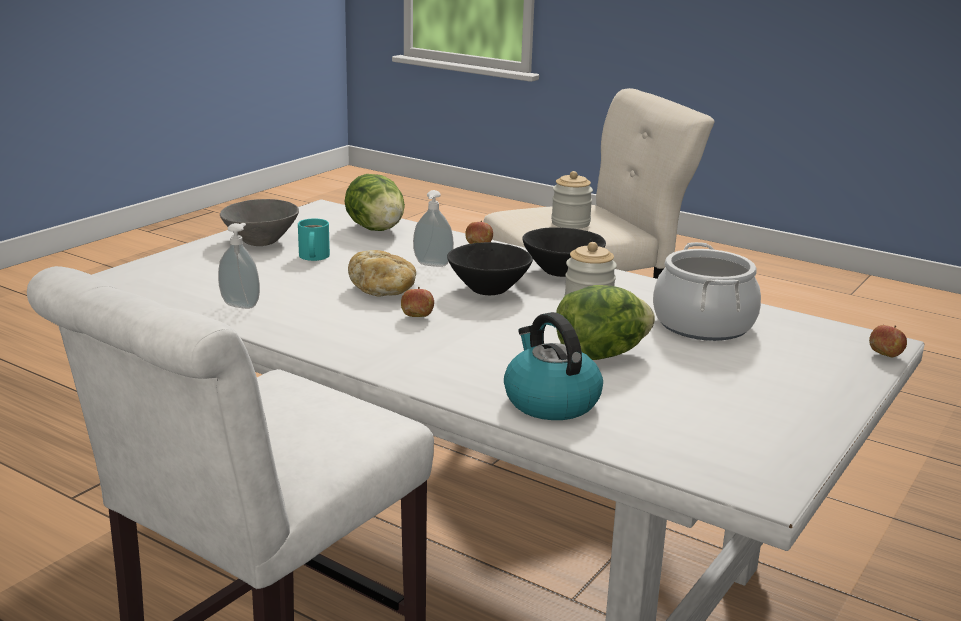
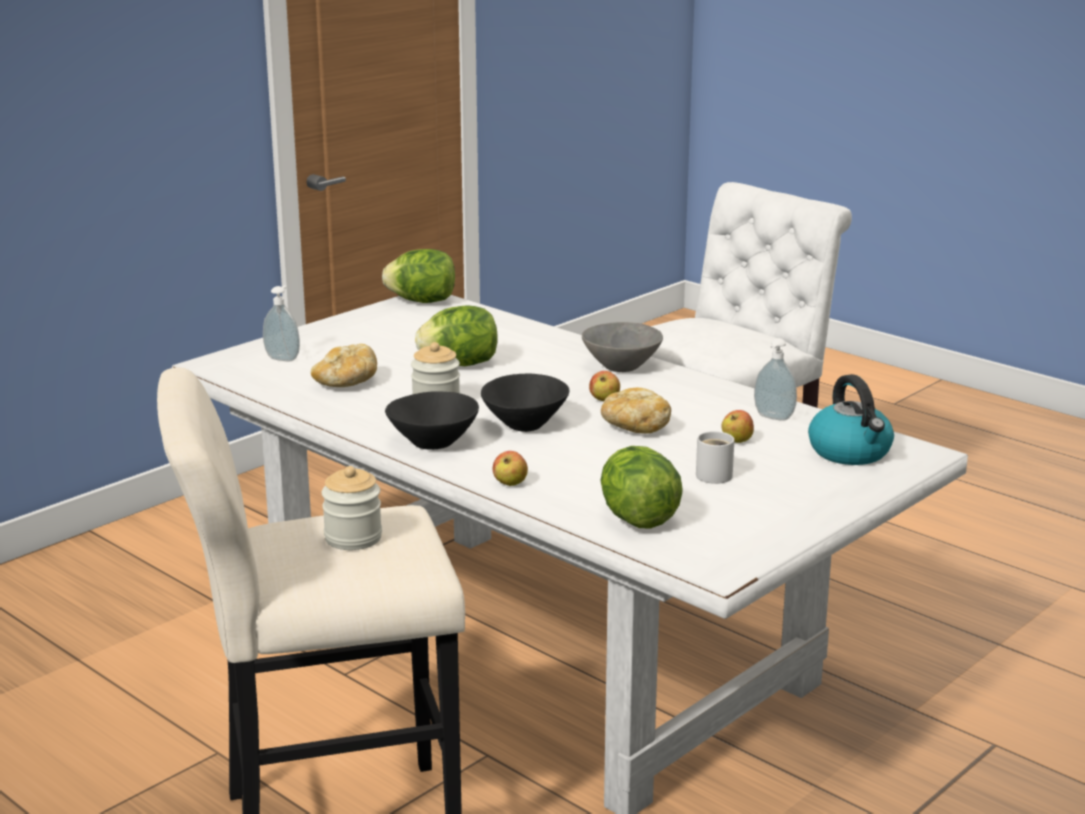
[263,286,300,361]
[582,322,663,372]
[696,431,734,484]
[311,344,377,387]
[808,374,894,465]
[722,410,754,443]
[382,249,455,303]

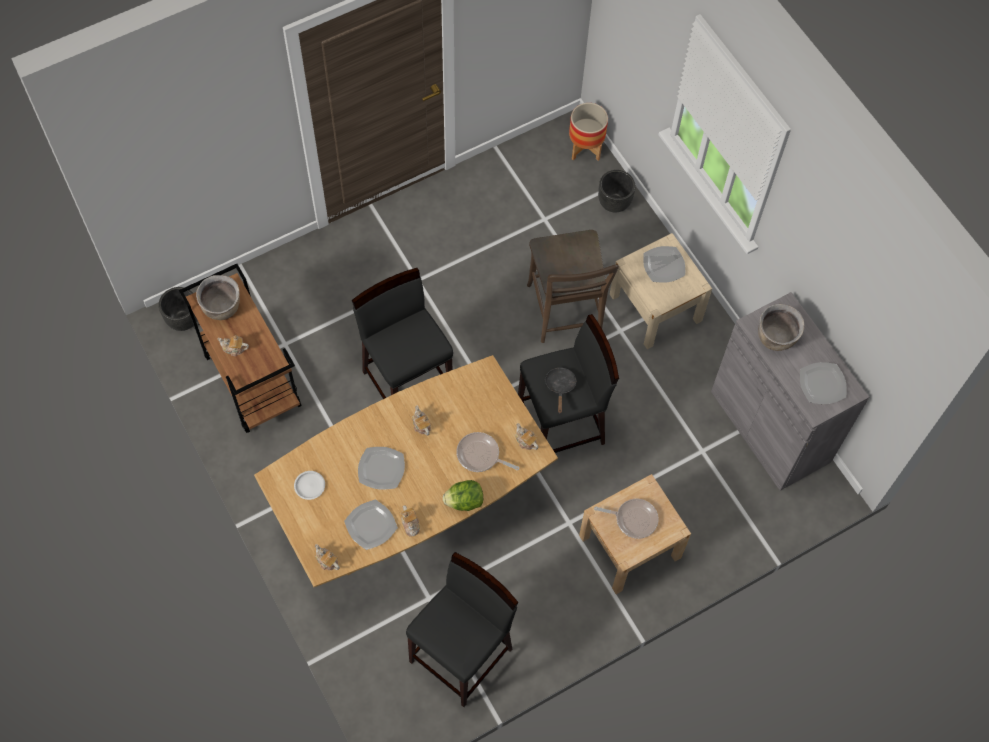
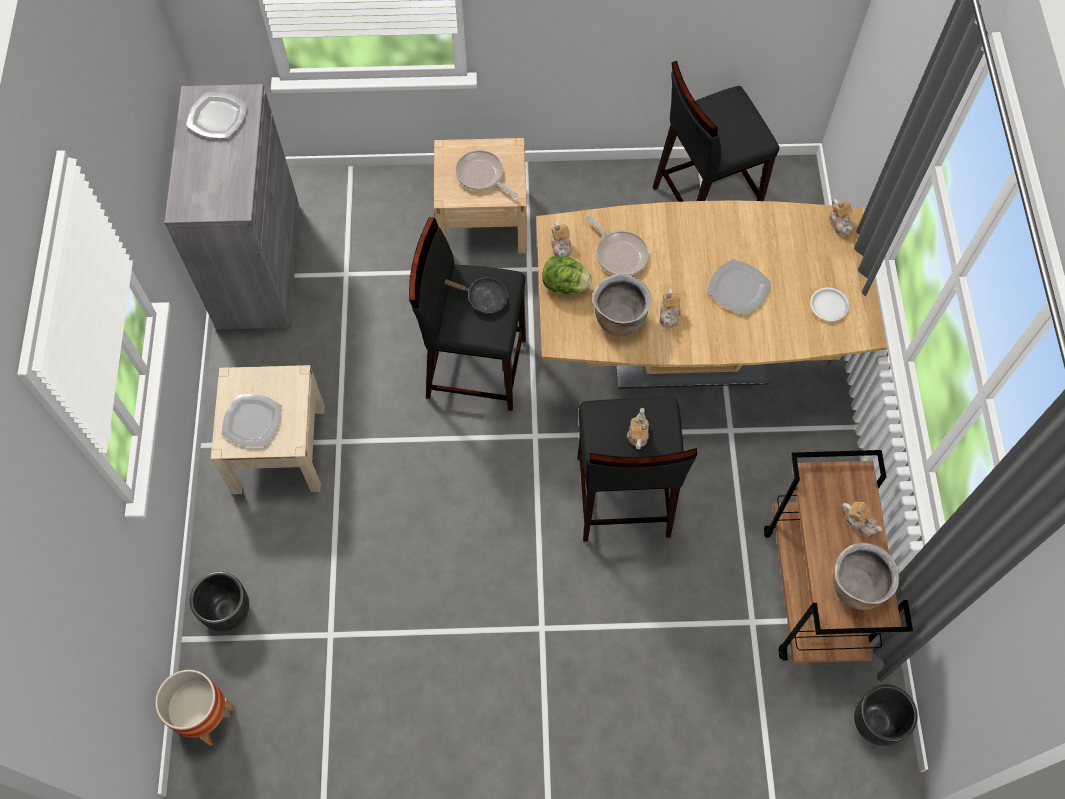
[527,230,619,343] (first image)
[592,274,651,336]
[445,277,508,313]
[542,256,592,294]
[344,499,398,550] (first image)
[627,408,649,450]

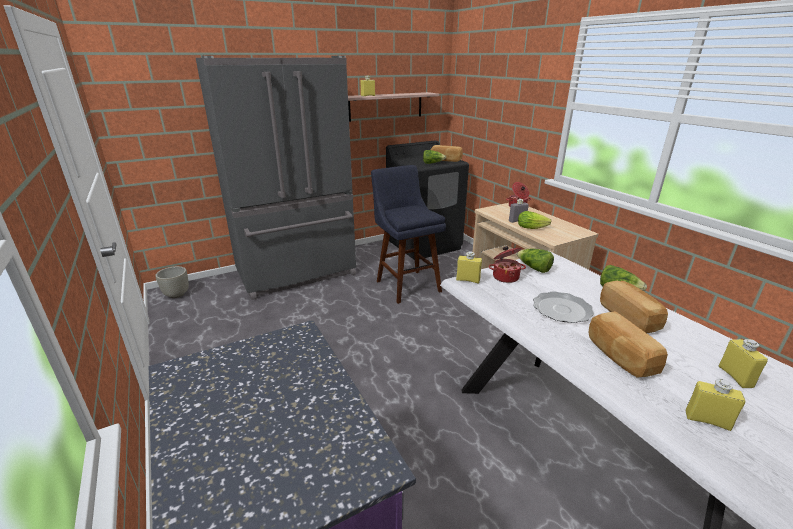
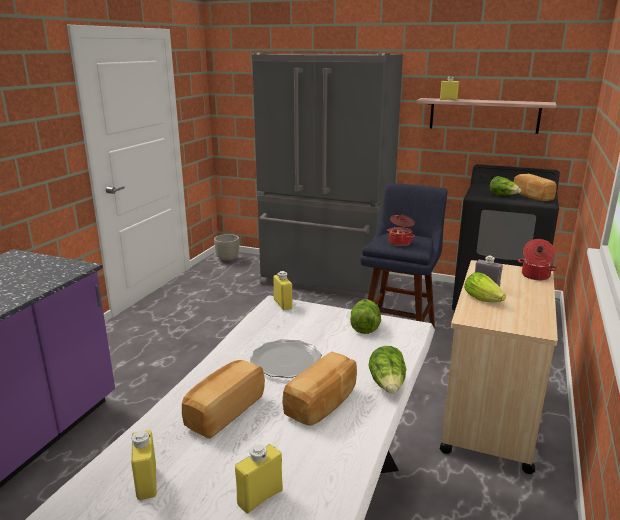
[387,215,415,246]

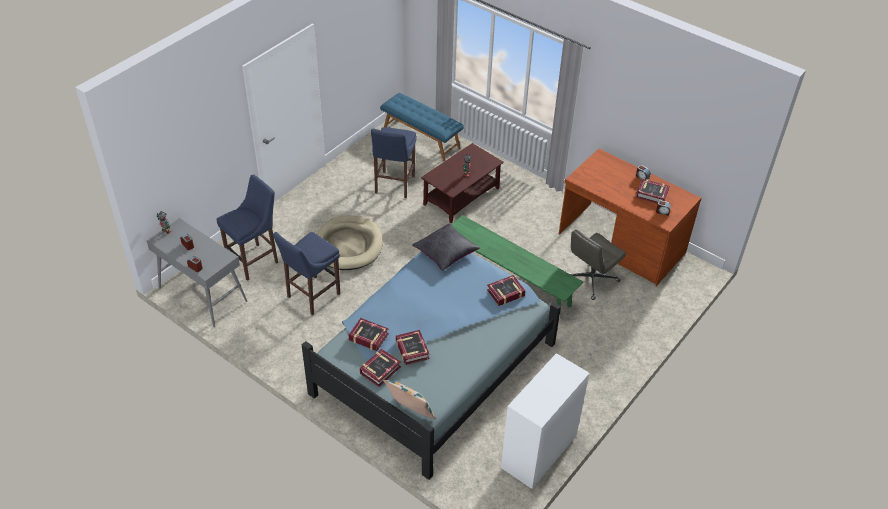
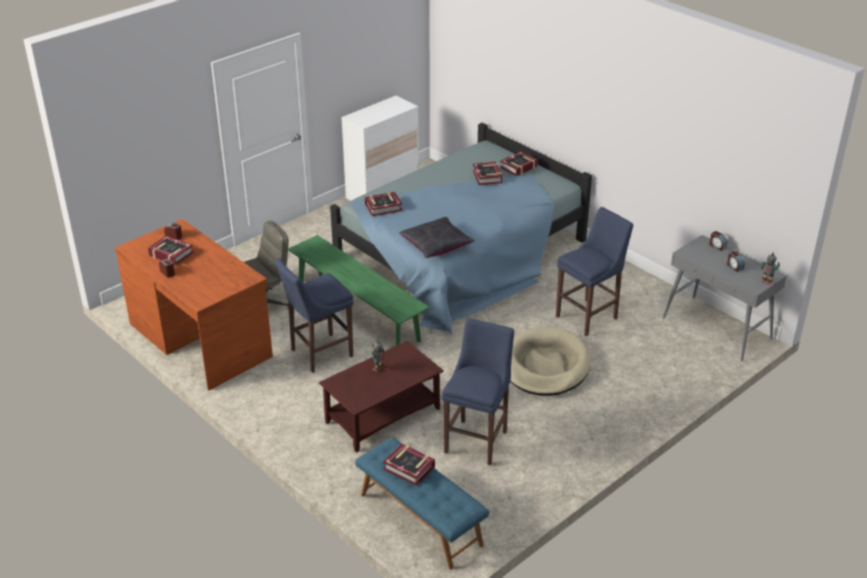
[275,258,354,373]
[383,443,435,486]
[383,380,436,419] (first image)

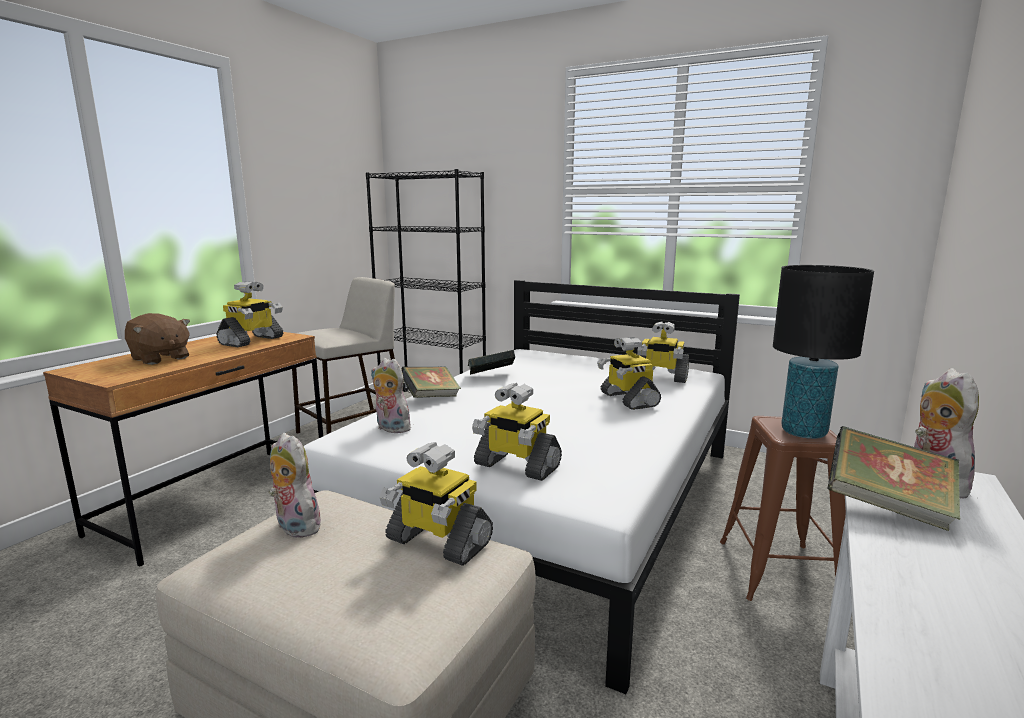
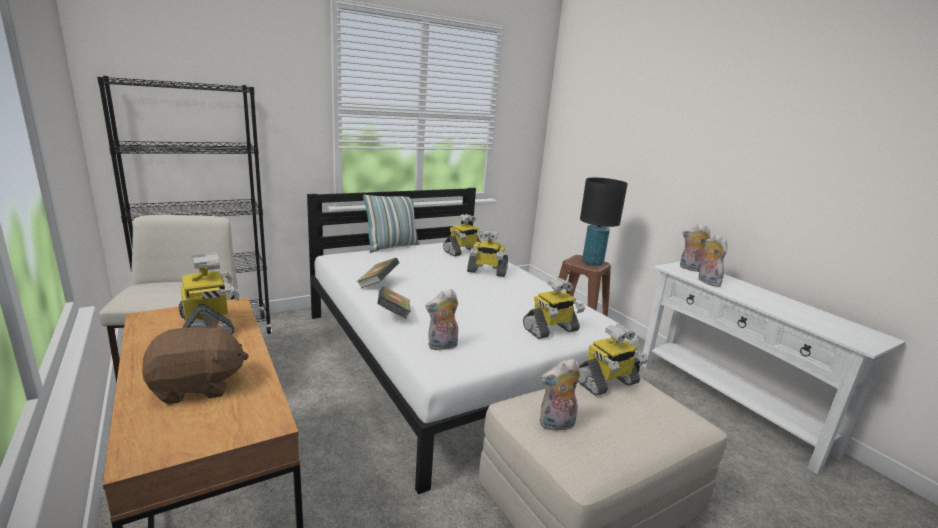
[699,234,727,287]
[363,195,420,253]

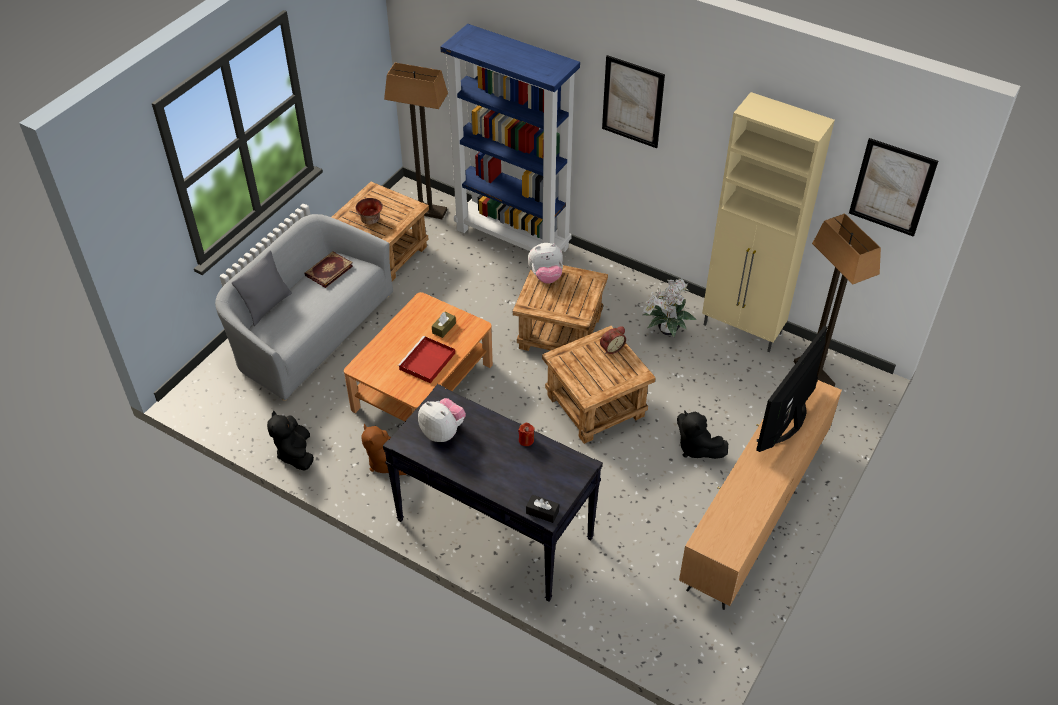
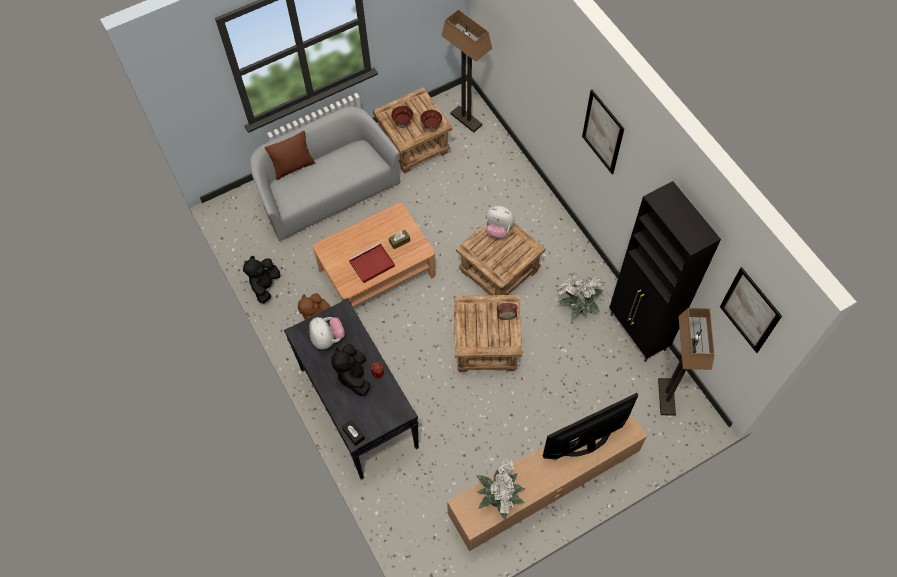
[440,24,580,252] (first image)
[609,181,721,362]
[265,131,316,180]
[304,251,353,288] (first image)
[331,344,370,396]
[420,110,442,132]
[476,459,525,521]

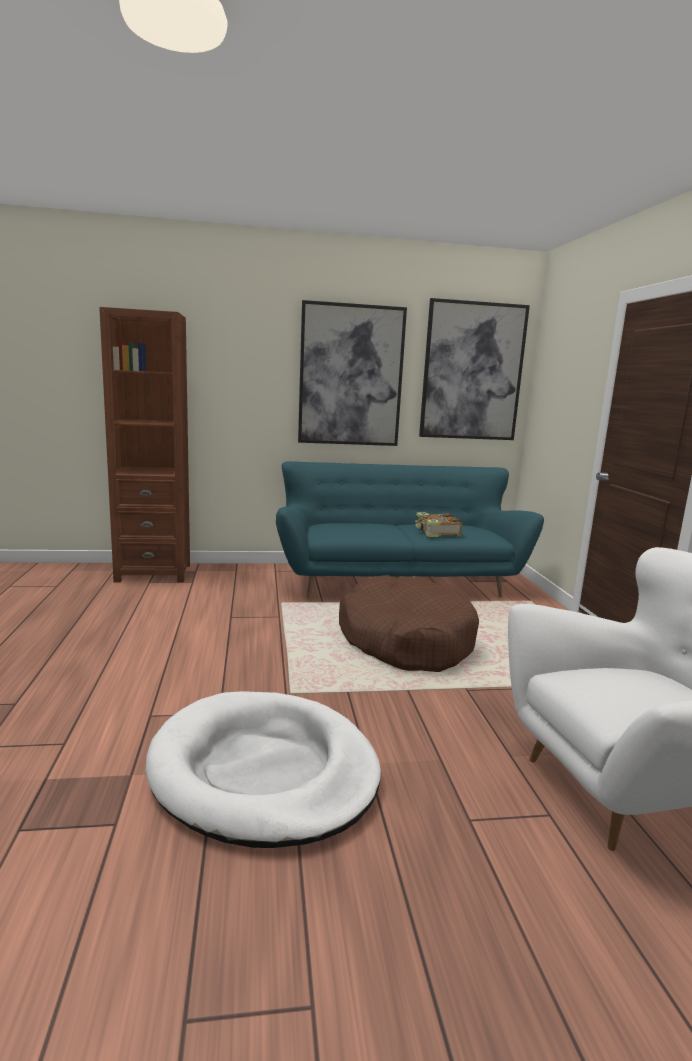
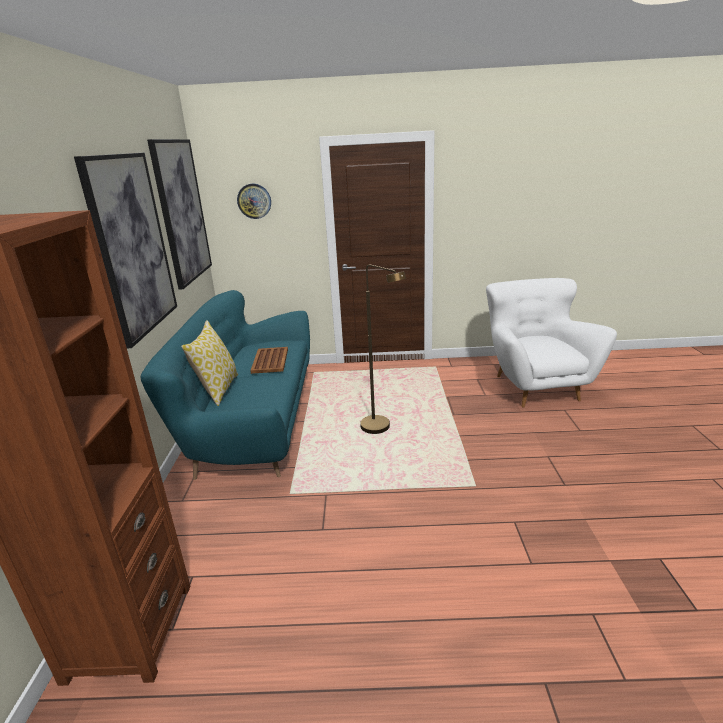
[250,347,288,374]
[360,265,406,434]
[145,691,381,848] (first image)
[237,184,271,219]
[181,321,238,406]

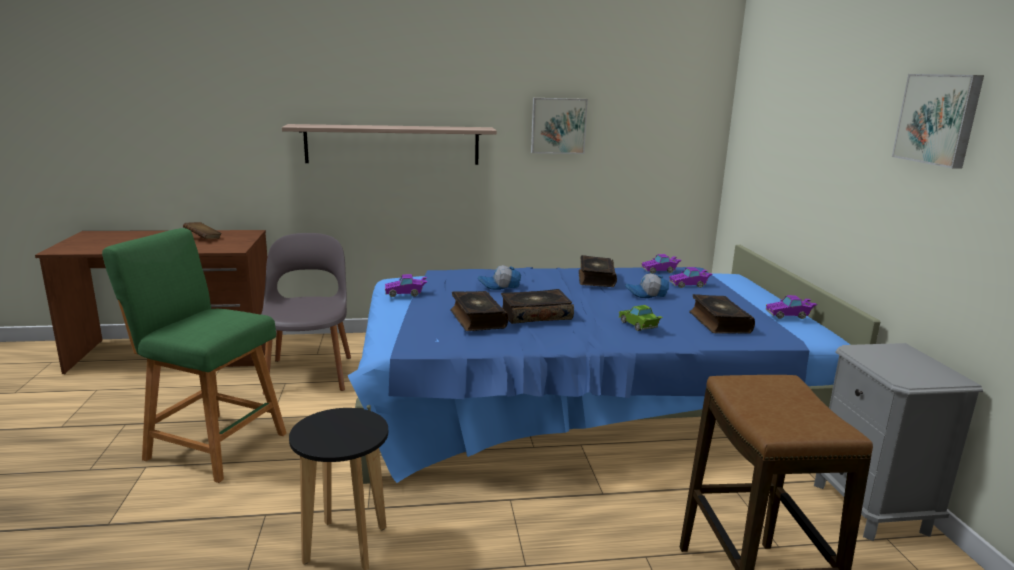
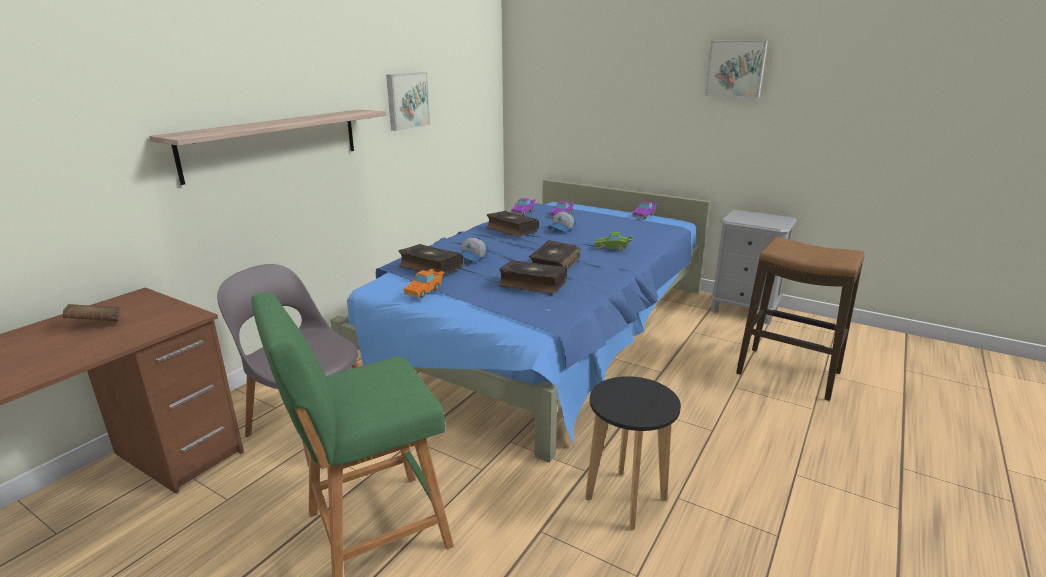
[403,269,444,298]
[399,244,463,276]

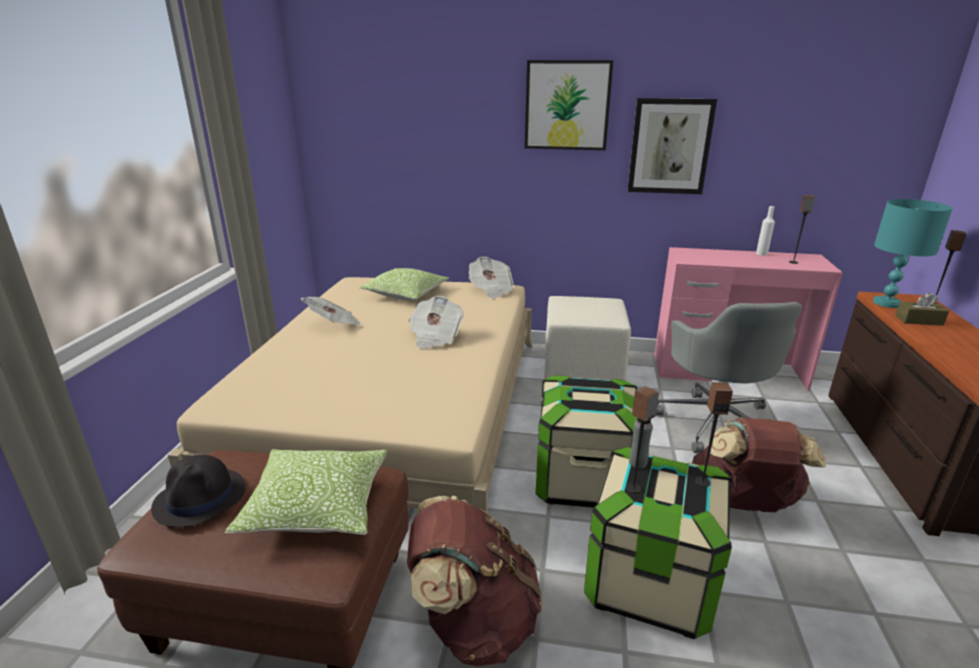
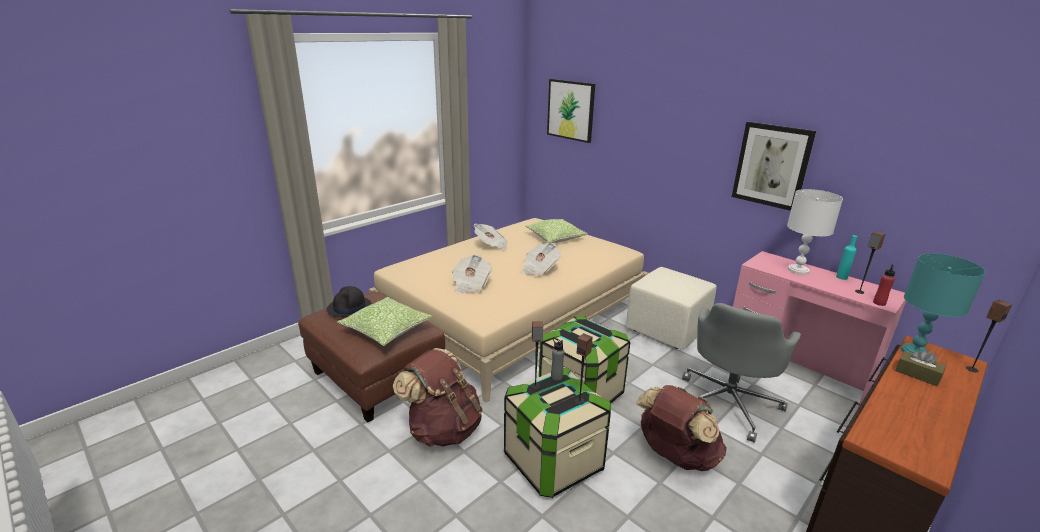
[547,79,595,143]
[836,235,857,280]
[452,255,492,294]
[787,189,843,275]
[873,265,895,306]

